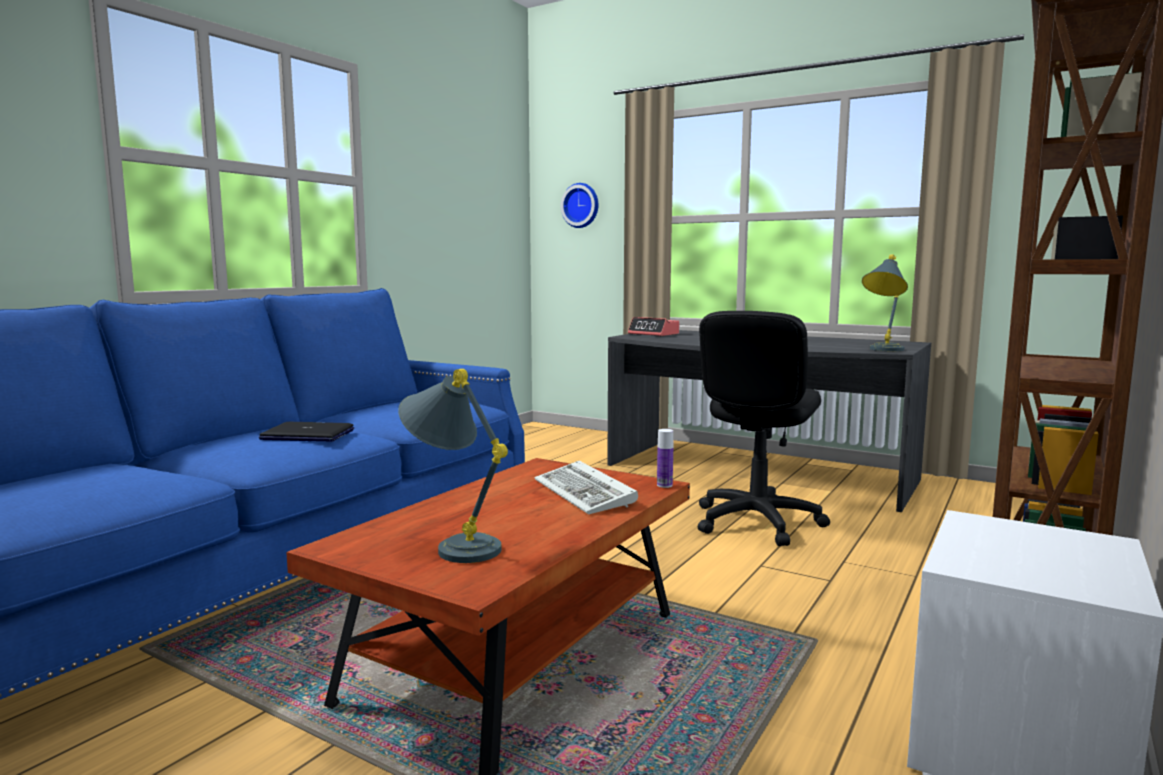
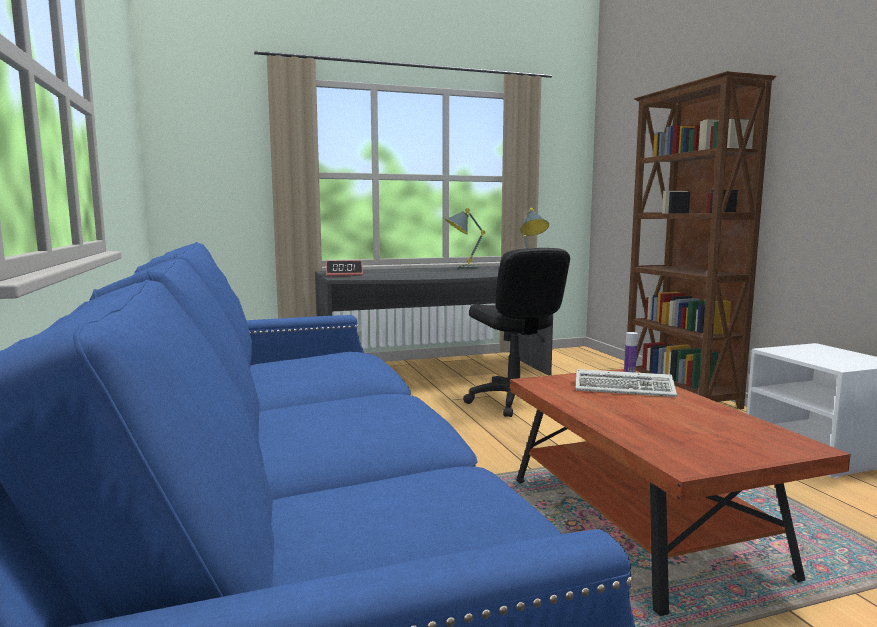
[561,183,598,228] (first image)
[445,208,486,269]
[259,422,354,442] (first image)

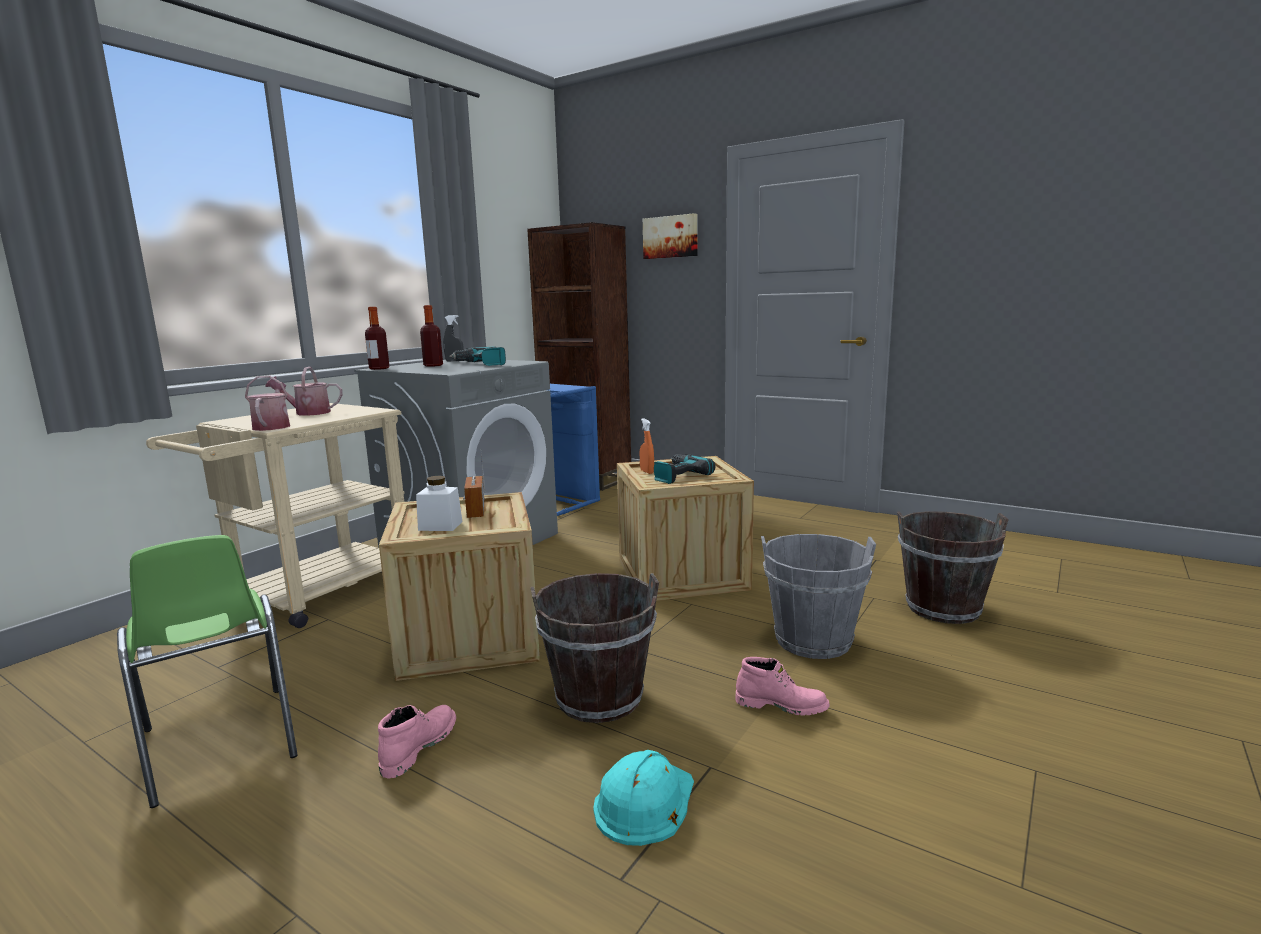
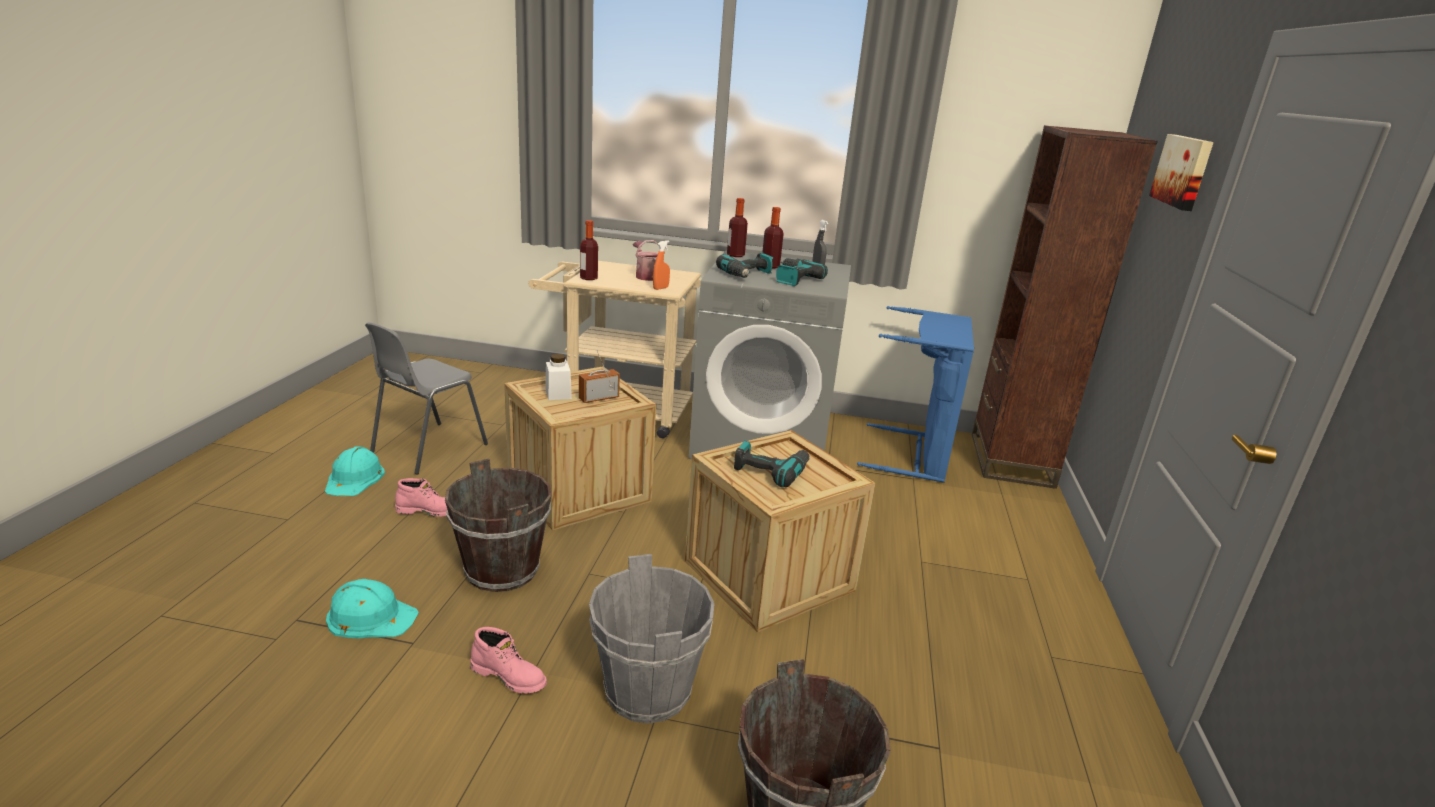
[580,220,598,280]
[653,240,670,290]
[365,322,488,474]
[470,627,547,693]
[716,253,773,278]
[325,446,385,496]

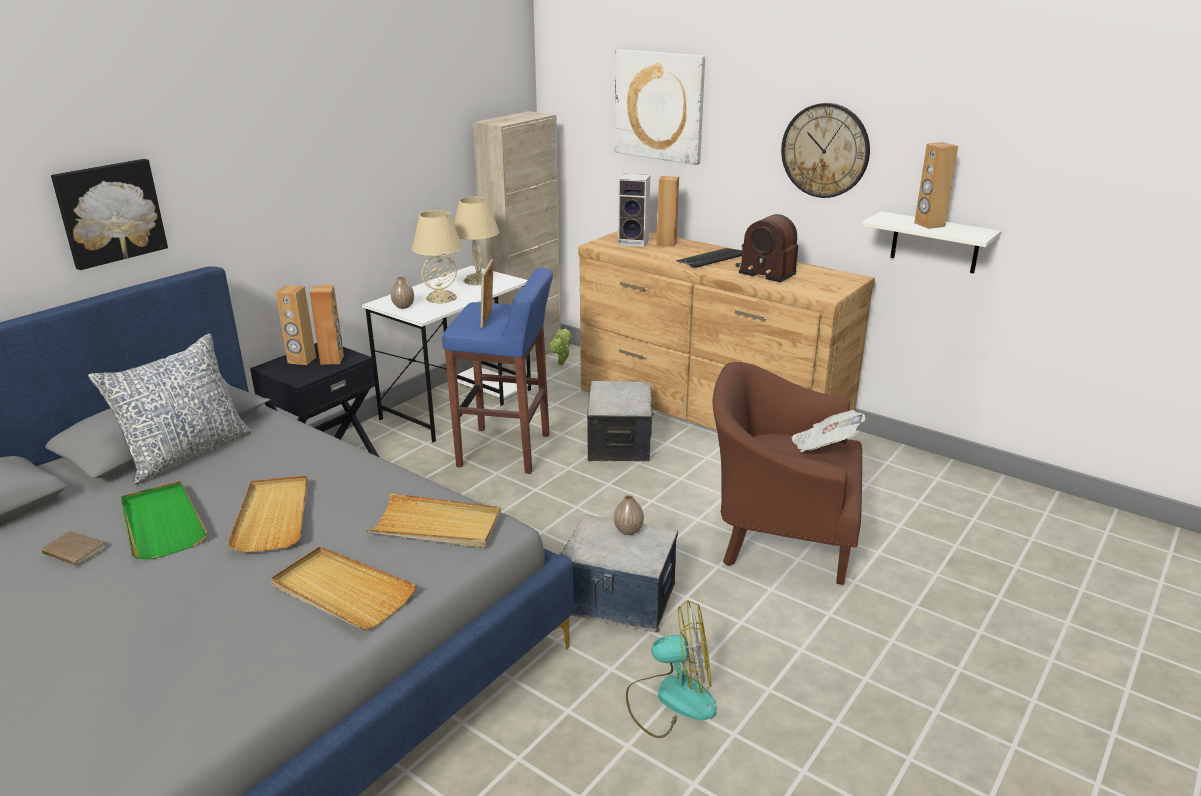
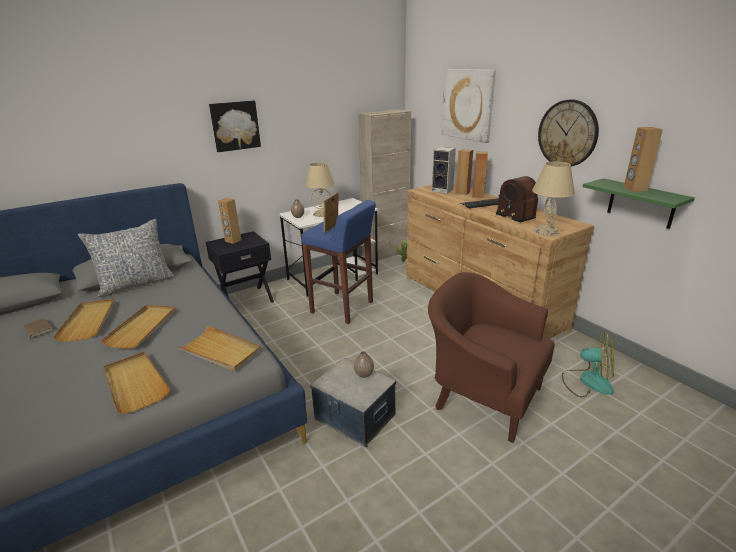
[209,100,261,152]
[532,162,575,236]
[583,178,695,229]
[472,151,488,198]
[587,381,654,462] (first image)
[792,410,866,452] (first image)
[52,299,115,342]
[562,331,614,397]

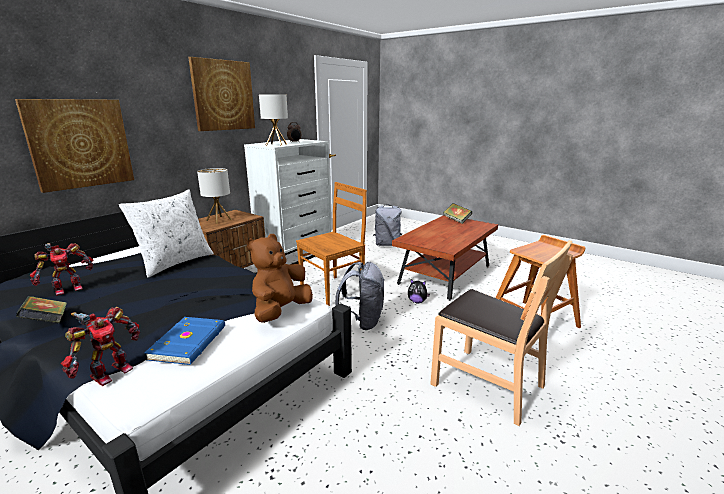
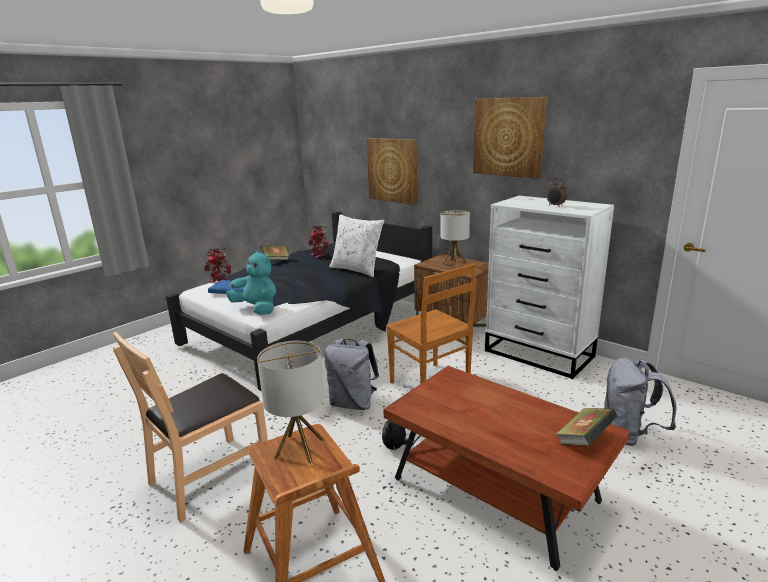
[257,341,325,463]
[226,250,276,315]

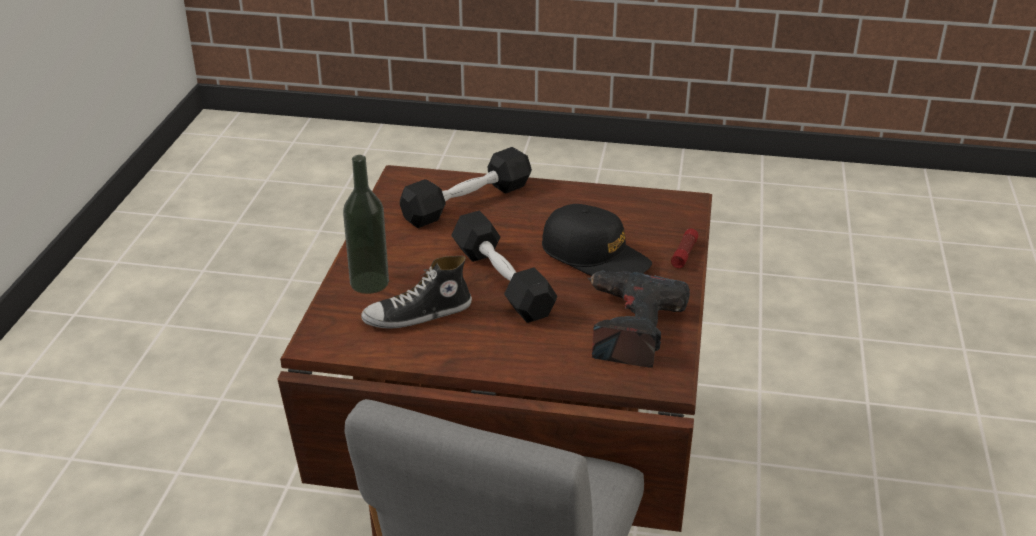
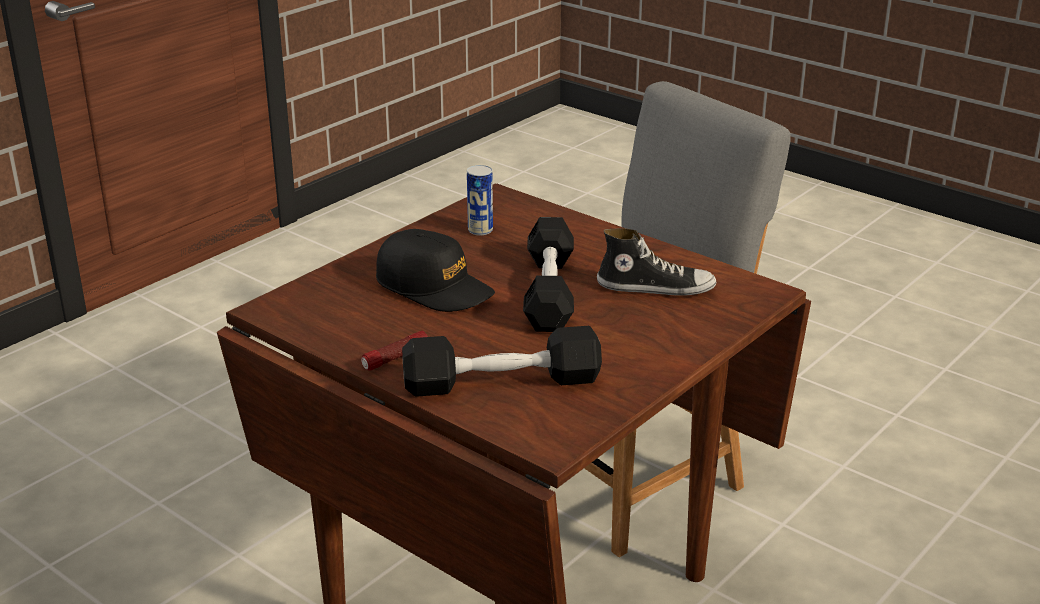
[343,155,389,294] (first image)
[376,229,495,312]
[361,331,428,371]
[467,165,493,236]

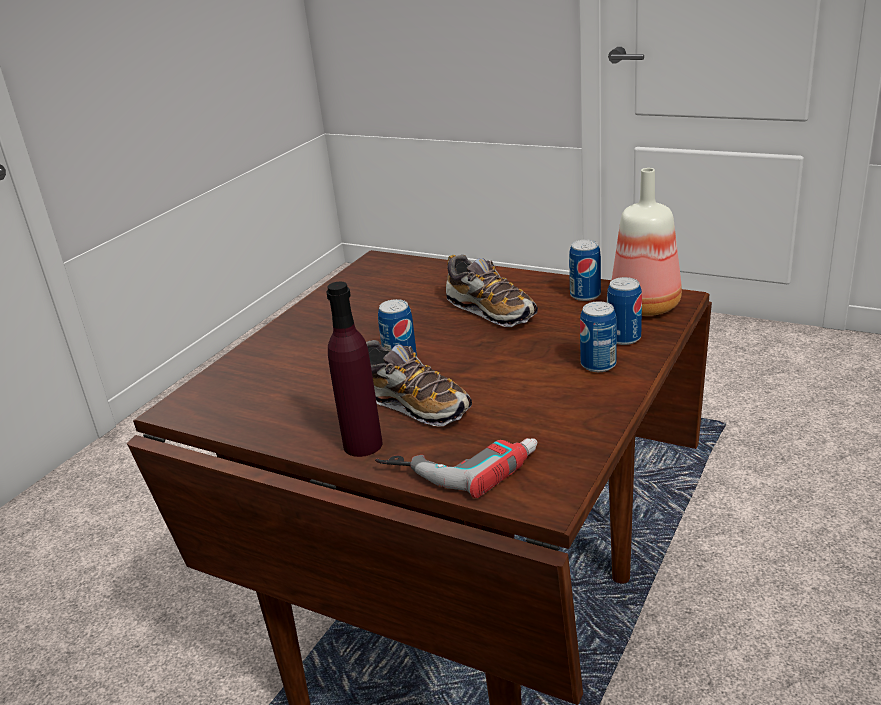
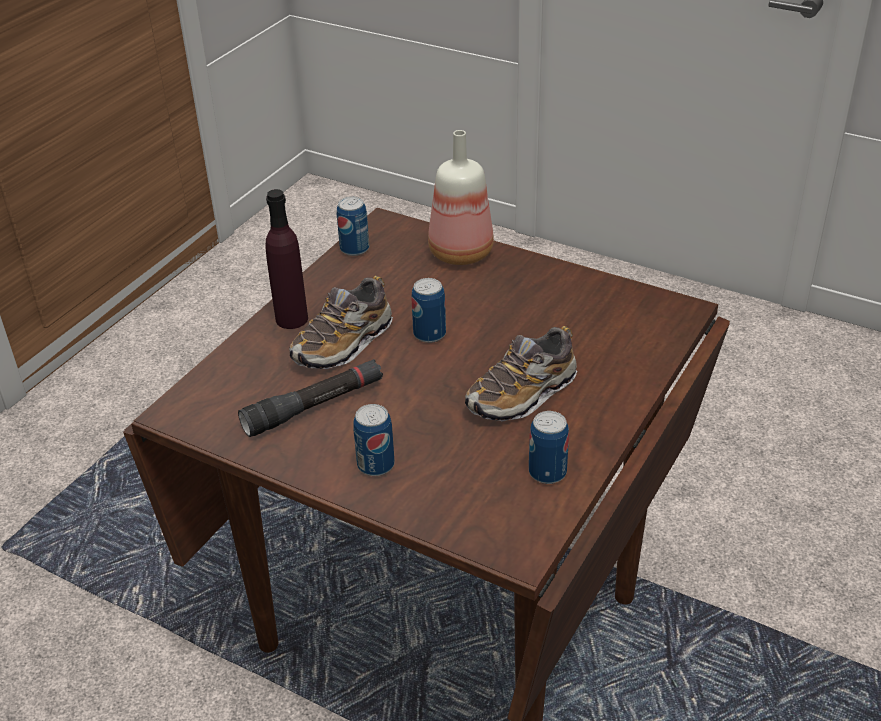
[428,130,494,265]
[337,196,369,256]
[375,438,538,498] (first image)
[238,359,383,437]

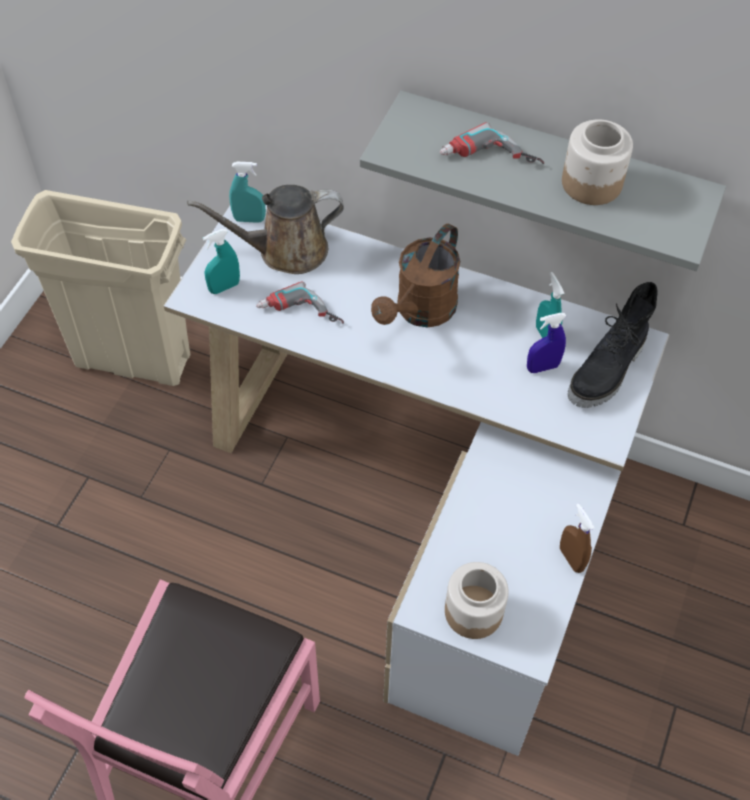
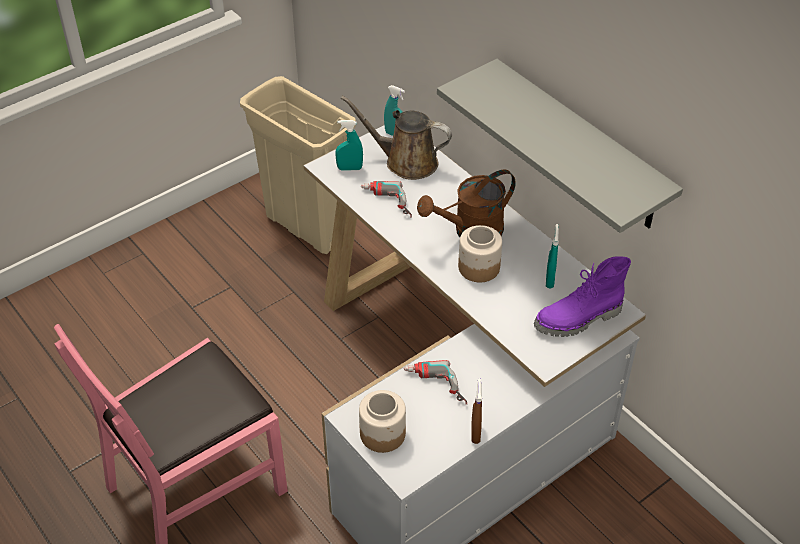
[458,225,502,282]
[404,360,467,405]
[534,256,631,337]
[527,313,567,373] (first image)

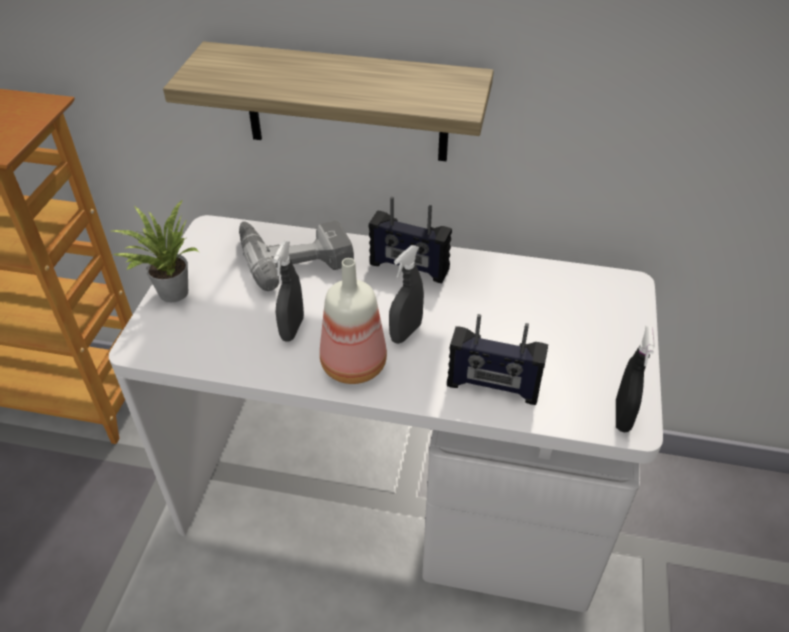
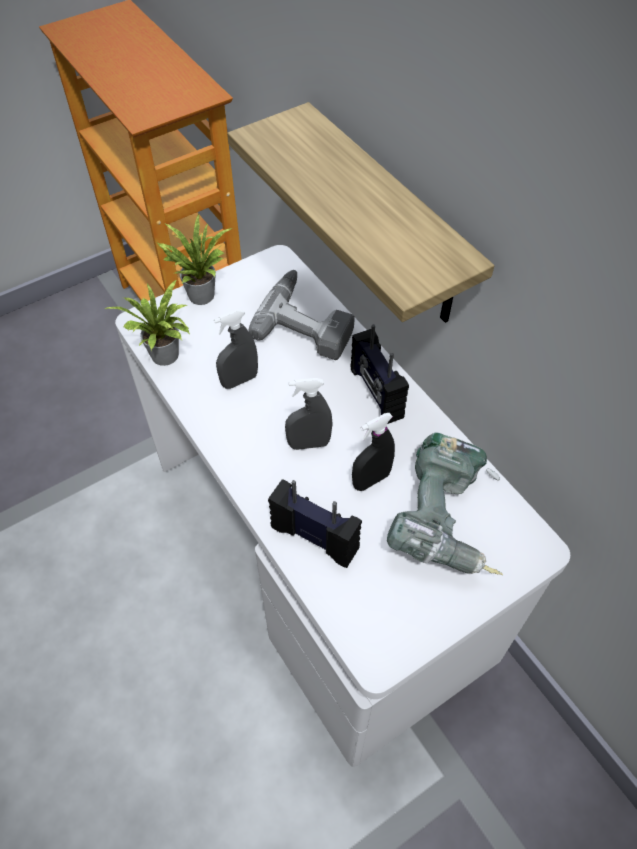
[320,258,387,384] (first image)
[268,479,362,568]
[352,413,395,491]
[103,280,190,366]
[387,432,503,575]

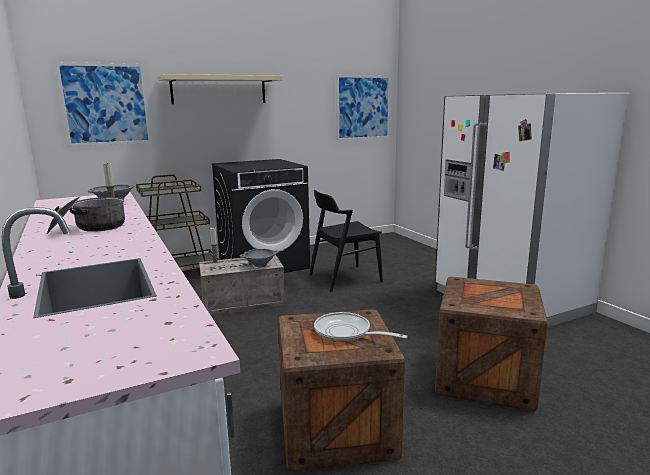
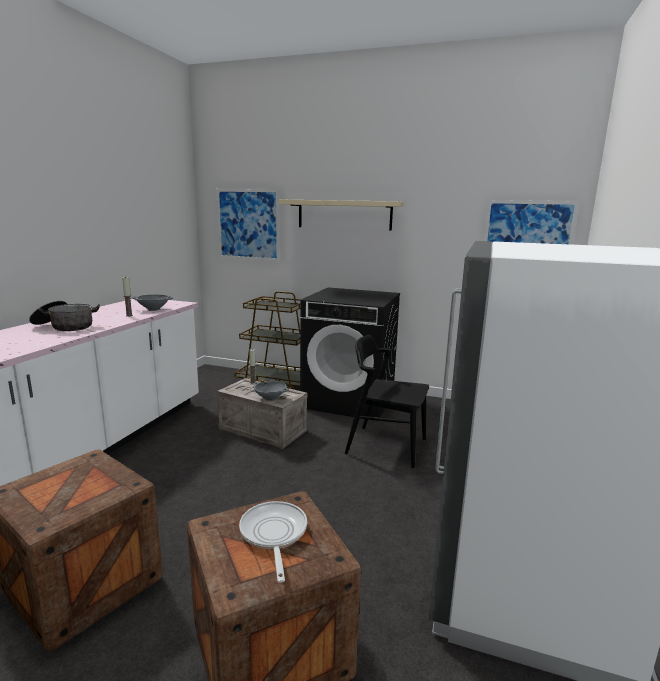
[239,501,307,583]

